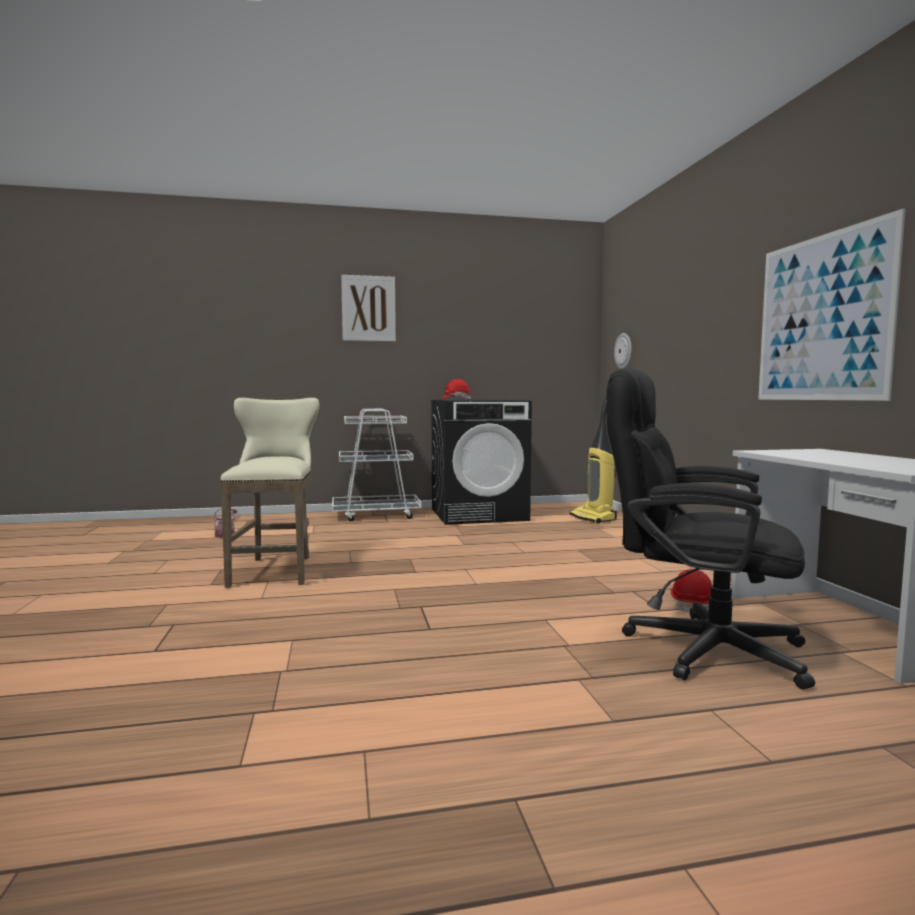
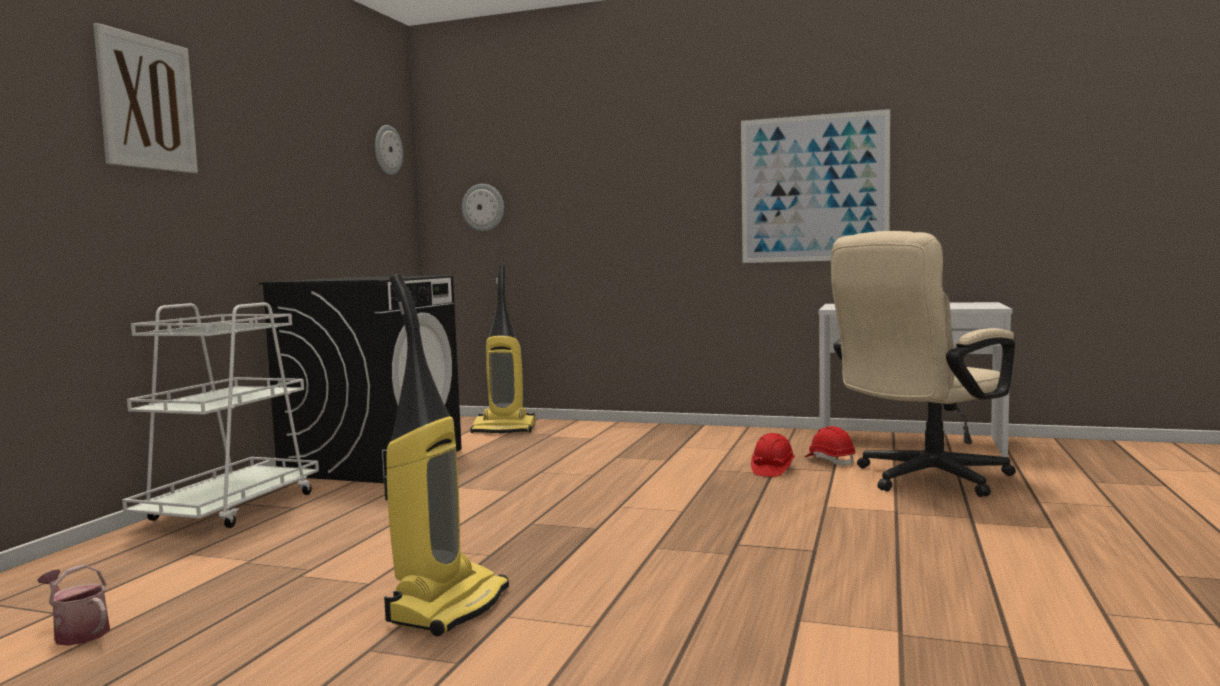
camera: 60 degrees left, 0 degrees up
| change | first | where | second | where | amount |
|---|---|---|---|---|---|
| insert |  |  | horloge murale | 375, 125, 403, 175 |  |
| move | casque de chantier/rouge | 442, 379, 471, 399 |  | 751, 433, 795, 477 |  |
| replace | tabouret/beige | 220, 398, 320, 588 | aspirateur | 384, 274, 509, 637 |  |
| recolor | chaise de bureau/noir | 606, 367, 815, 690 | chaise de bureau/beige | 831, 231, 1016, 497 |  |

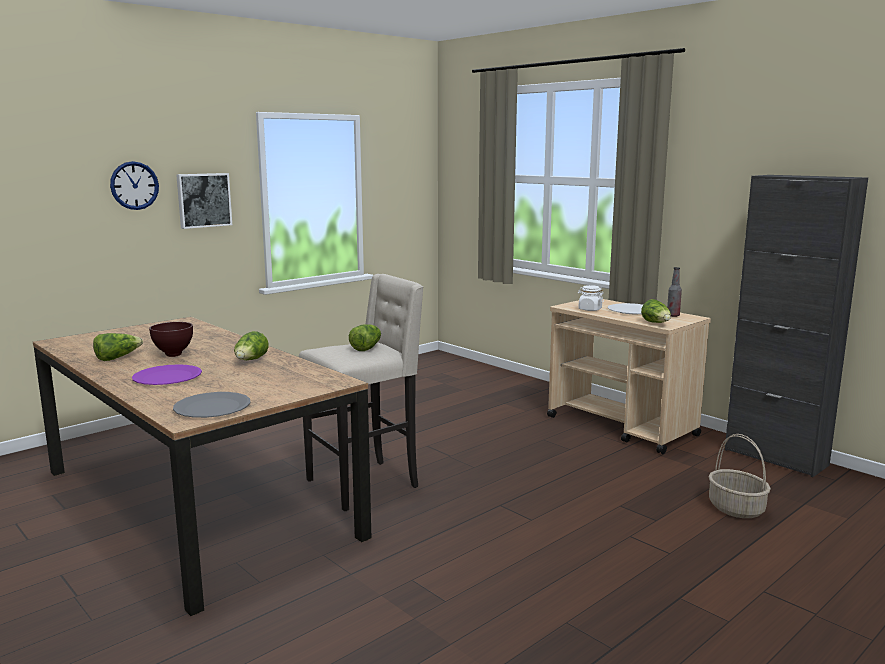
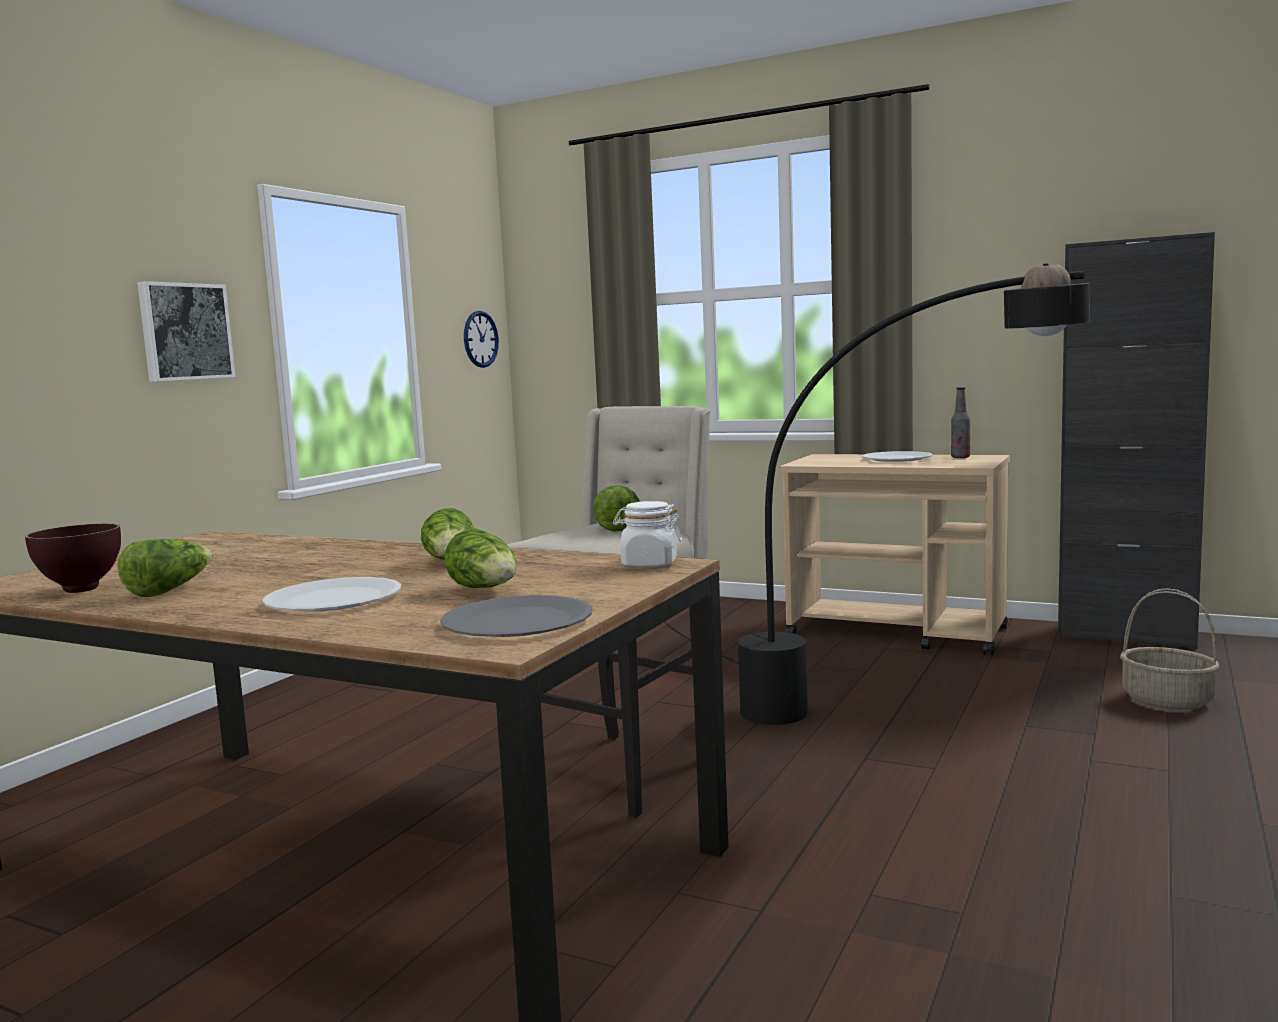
camera: 20 degrees left, 5 degrees down
| change | first | where | second | where | amount |
|---|---|---|---|---|---|
| insert |  |  | lampadaire/noir | 664, 263, 1090, 725 |  |
| move | horloge murale | 110, 161, 159, 210 |  | 464, 311, 499, 368 |  |
| move | bol/marron | 149, 322, 193, 357 |  | 25, 523, 121, 593 |  |
| move | bocal/blanc | 578, 285, 604, 311 |  | 613, 501, 682, 568 |  |
| move | laitue | 641, 299, 671, 323 |  | 445, 529, 517, 588 |  |
| recolor | assiette/violet | 132, 364, 202, 385 | assiette/blanc | 262, 577, 401, 612 |  |

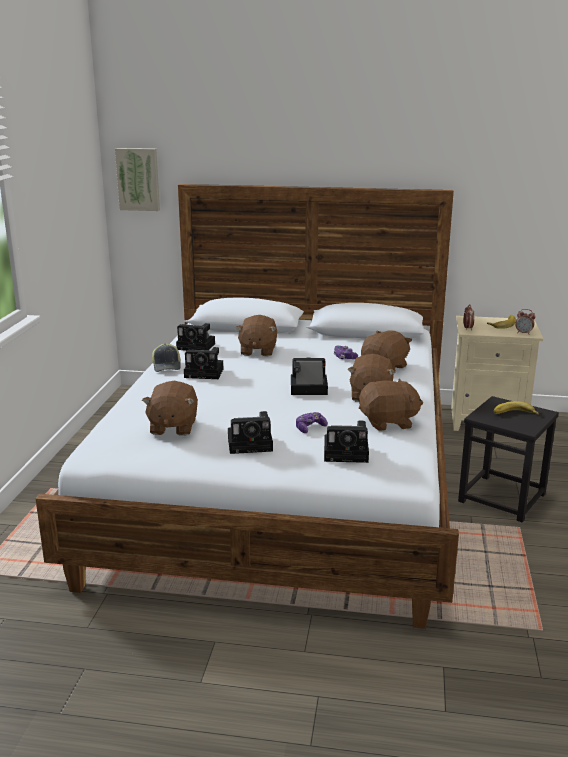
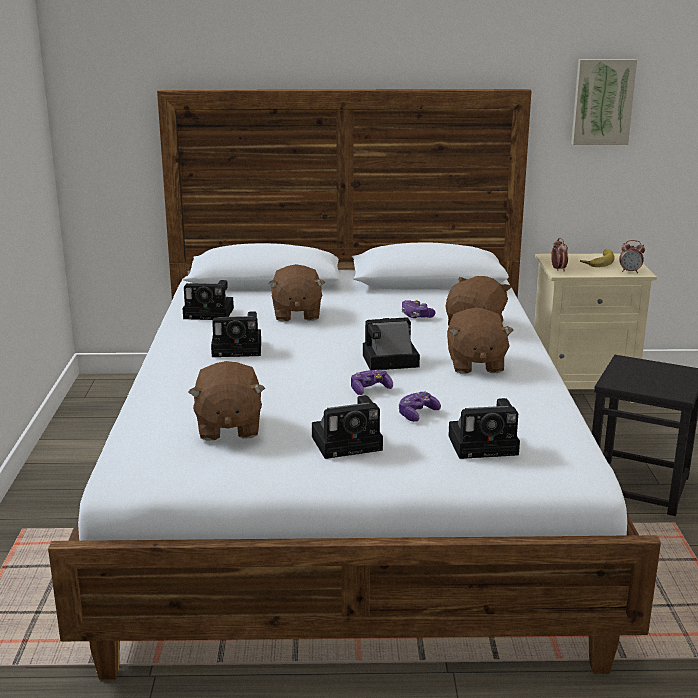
camera: 10 degrees left, 0 degrees up
| change | first | where | second | where | amount |
|---|---|---|---|---|---|
| delete | casquette | 152, 343, 181, 372 |  |  |  |
| delete | peluche/marron | 359, 379, 423, 431 |  |  |  |
| delete | banane | 493, 401, 539, 414 |  |  |  |
| insert |  |  | manette | 351, 370, 393, 395 |  |
| move | tableau | 115, 148, 160, 211 |  | 571, 59, 637, 145 |  |

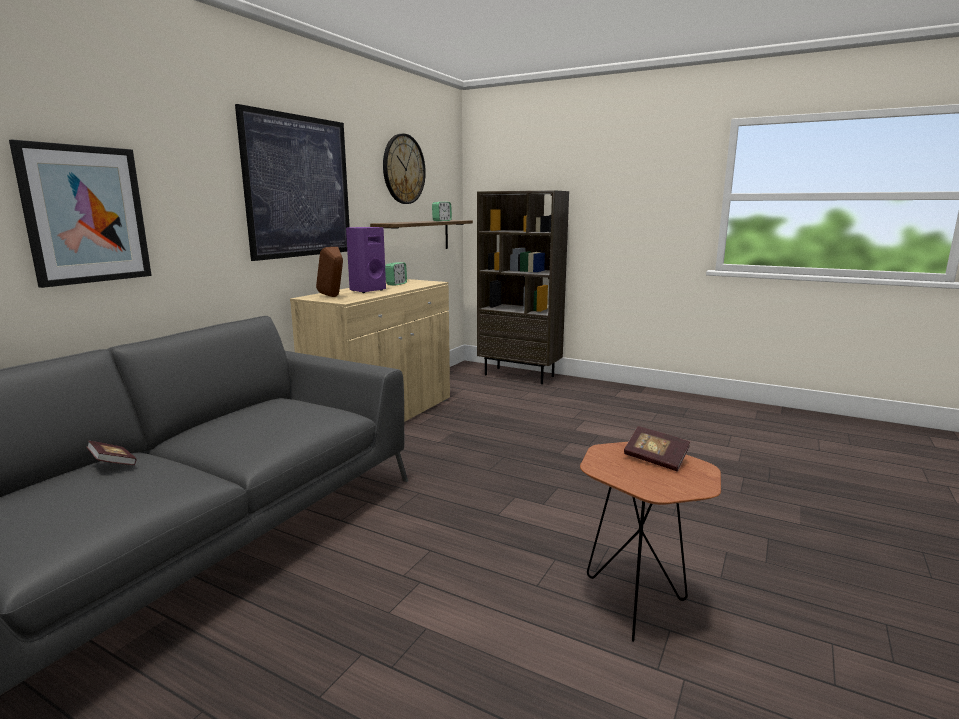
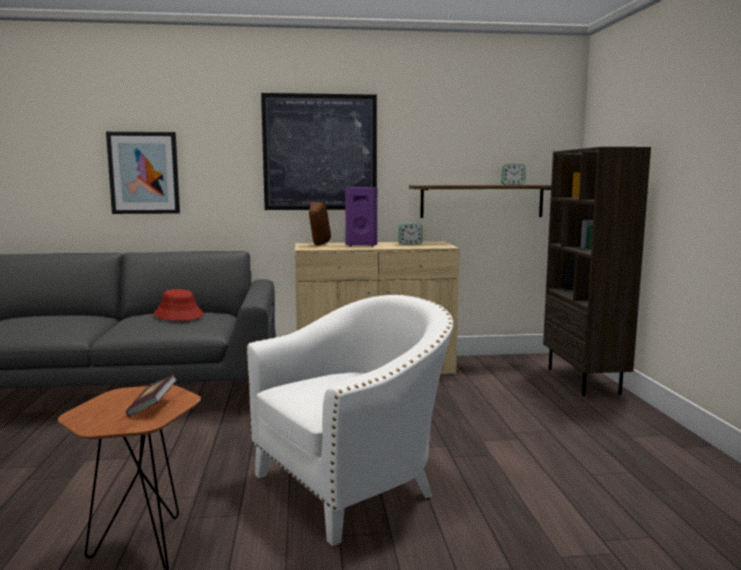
camera: 55 degrees right, 5 degrees down
| change | first | where | second | where | amount |
|---|---|---|---|---|---|
| delete | livre | 86, 441, 137, 465 |  |  |  |
| delete | horloge murale | 383, 134, 426, 204 |  |  |  |
| insert |  |  | chapeau/rouge | 154, 289, 204, 321 |  |
| insert |  |  | fauteuil/blanc | 246, 294, 453, 546 |  |

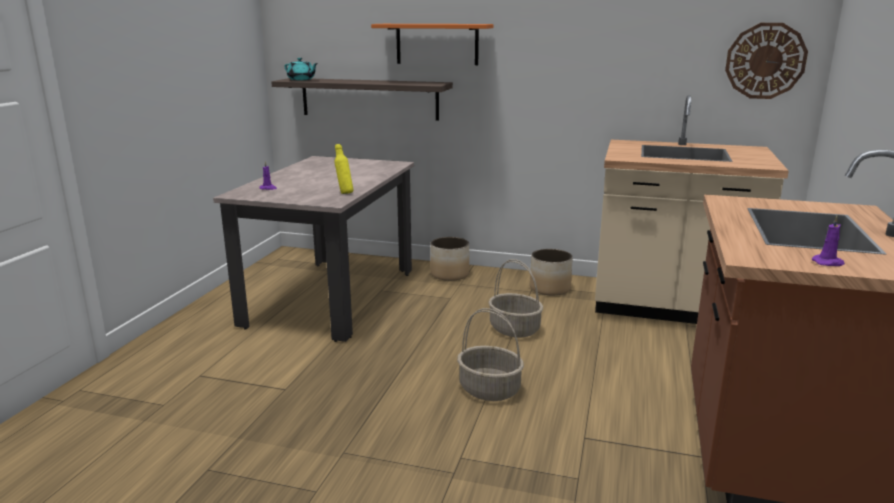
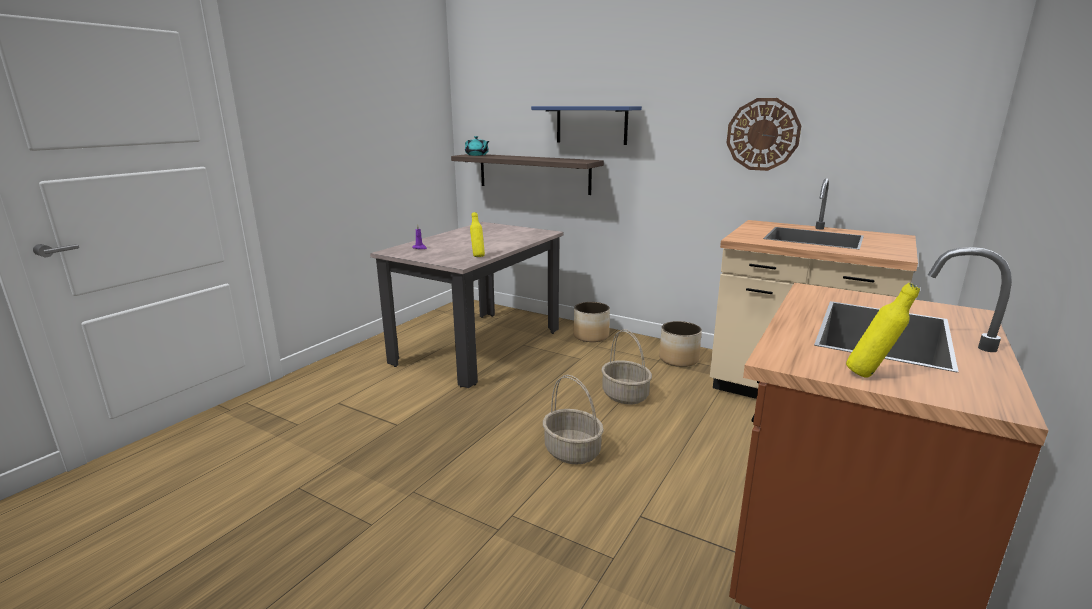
camera: 15 degrees right, 0 degrees up
| change | first | where | second | where | amount |
|---|---|---|---|---|---|
| move | horloge murale | 725, 23, 808, 99 |  | 727, 98, 801, 171 |  |
| replace | bougie/violet | 812, 215, 845, 266 | bouteille/jaune | 846, 283, 920, 378 |  |
| recolor | étagère/orange | 371, 24, 493, 65 | étagère/bleu | 531, 106, 642, 145 |  |

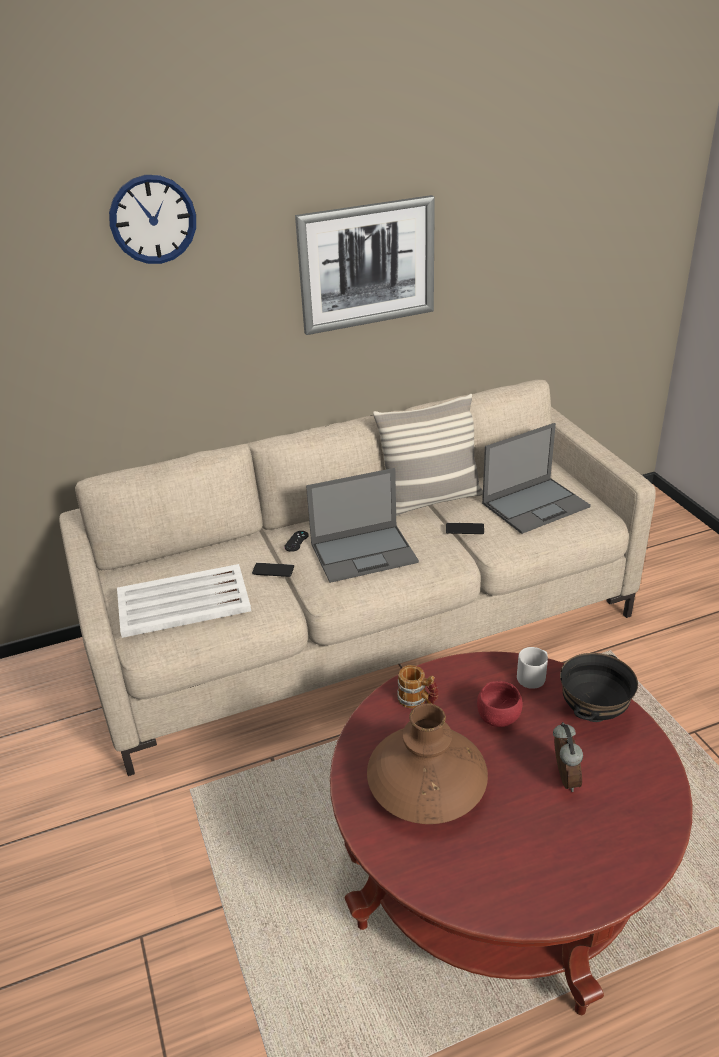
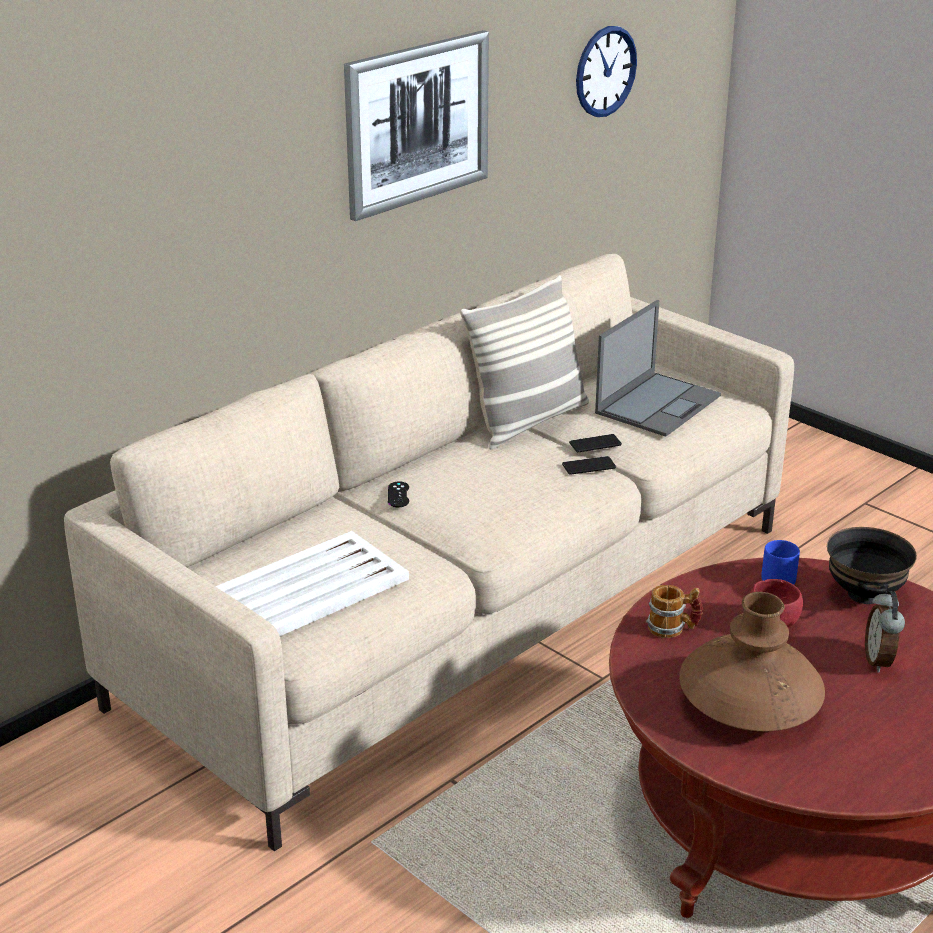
camera: 25 degrees left, 5 degrees down
| change | first | where | second | where | amount |
|---|---|---|---|---|---|
| delete | ordinateur portable | 306, 468, 419, 583 |  |  |  |
| move | horloge murale | 109, 175, 196, 264 |  | 576, 26, 637, 117 |  |
| move | téléphone | 252, 563, 294, 577 |  | 562, 456, 616, 475 |  |
| recolor | mug/gris | 517, 647, 548, 689 | mug/bleu | 761, 540, 800, 585 |  |
| rotate | réveil | 553, 722, 583, 792 |  | 865, 591, 905, 673 | 150 degrees counterclockwise |

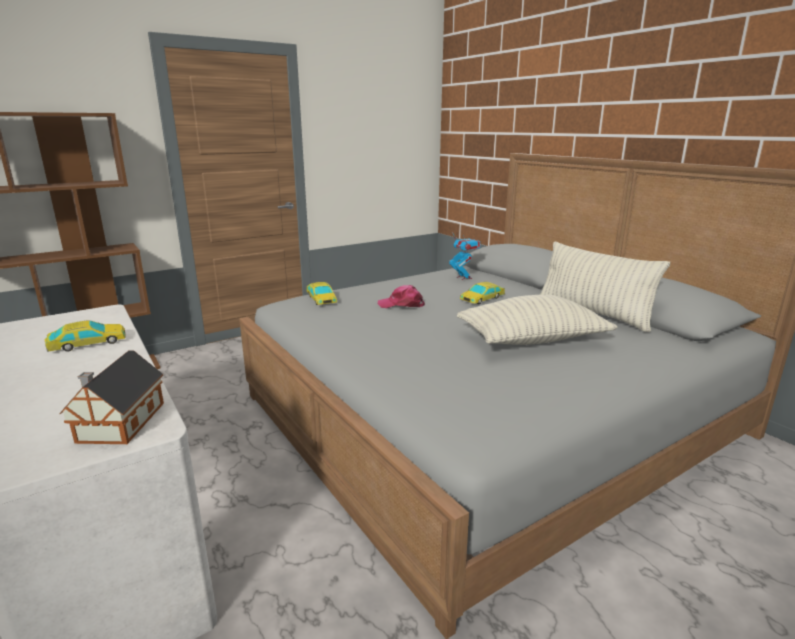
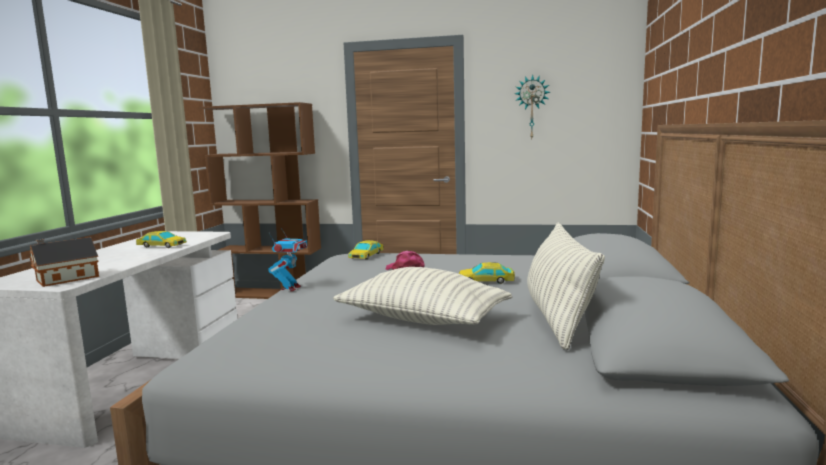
camera: 45 degrees right, 10 degrees down
| change | first | where | second | where | amount |
|---|---|---|---|---|---|
| insert |  |  | horloge murale | 515, 75, 550, 139 |  |
| move | robot jouet | 449, 232, 480, 280 |  | 268, 228, 308, 291 |  |

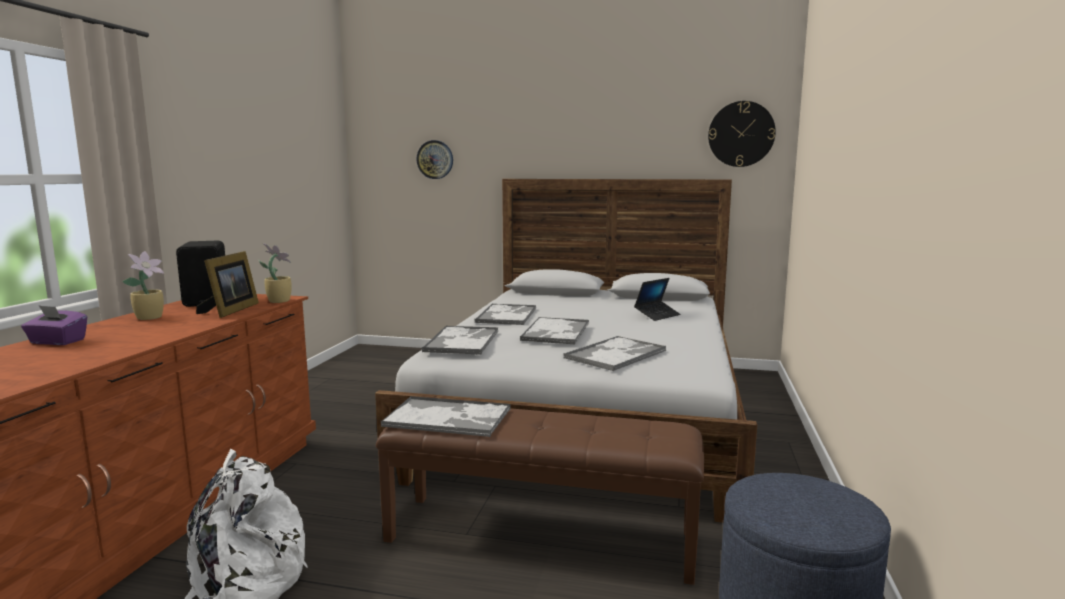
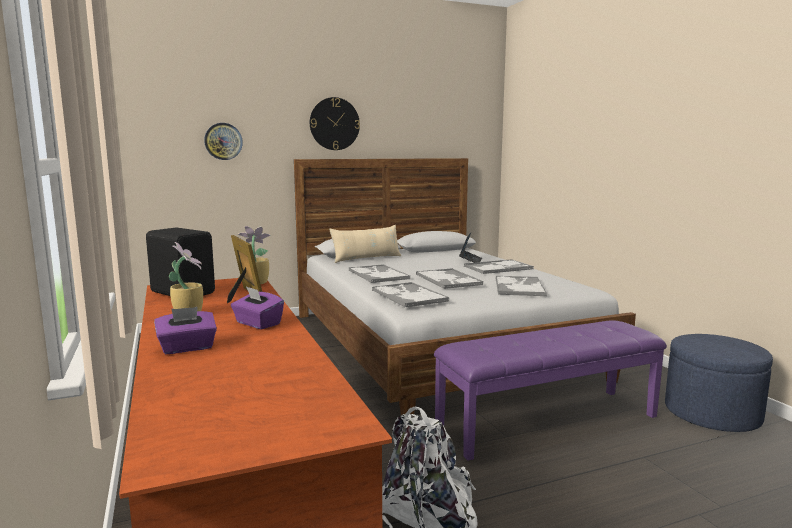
camera: 35 degrees left, 0 degrees up
| change | first | where | second | where | amount |
|---|---|---|---|---|---|
| insert |  |  | boîte à mouchoirs/violet | 231, 286, 284, 329 |  |
| insert |  |  | coussin/beige | 329, 225, 401, 263 |  |
| move | plateau | 381, 396, 511, 437 |  | 464, 259, 534, 274 |  |
| move | horloge murale | 708, 101, 776, 167 |  | 310, 97, 360, 150 |  |
| recolor | banc/marron | 376, 408, 704, 585 | banc/violet | 434, 320, 667, 461 |  |

